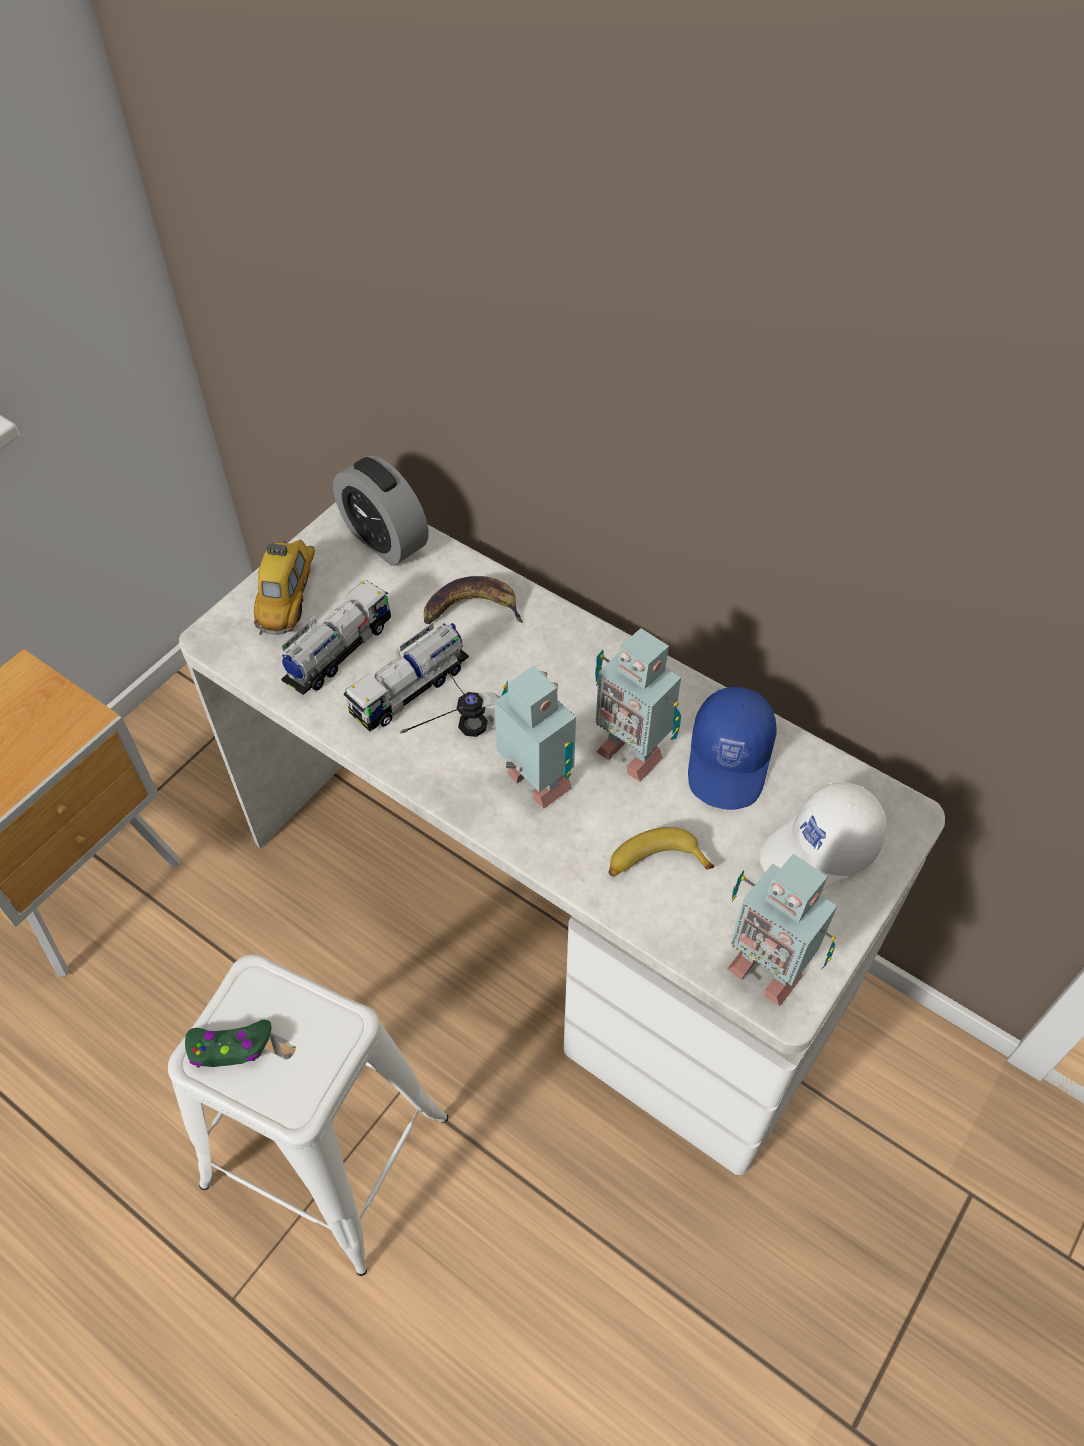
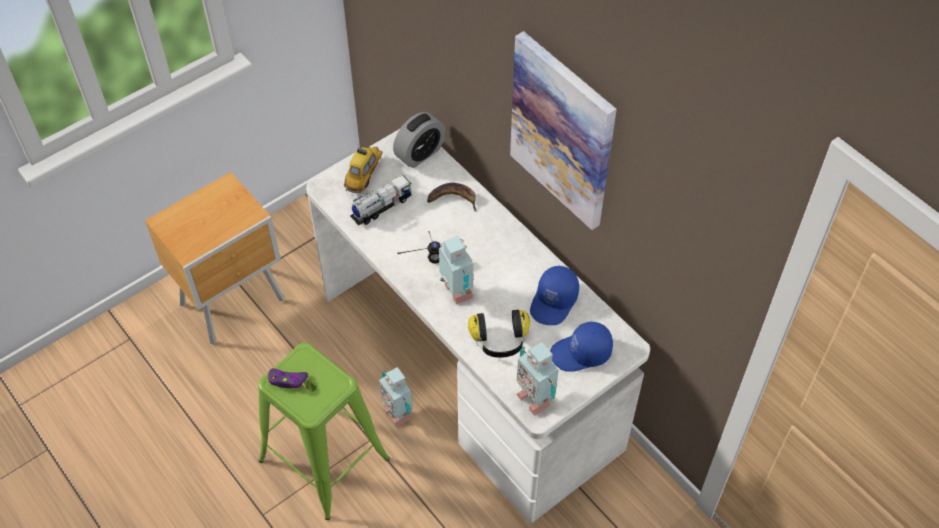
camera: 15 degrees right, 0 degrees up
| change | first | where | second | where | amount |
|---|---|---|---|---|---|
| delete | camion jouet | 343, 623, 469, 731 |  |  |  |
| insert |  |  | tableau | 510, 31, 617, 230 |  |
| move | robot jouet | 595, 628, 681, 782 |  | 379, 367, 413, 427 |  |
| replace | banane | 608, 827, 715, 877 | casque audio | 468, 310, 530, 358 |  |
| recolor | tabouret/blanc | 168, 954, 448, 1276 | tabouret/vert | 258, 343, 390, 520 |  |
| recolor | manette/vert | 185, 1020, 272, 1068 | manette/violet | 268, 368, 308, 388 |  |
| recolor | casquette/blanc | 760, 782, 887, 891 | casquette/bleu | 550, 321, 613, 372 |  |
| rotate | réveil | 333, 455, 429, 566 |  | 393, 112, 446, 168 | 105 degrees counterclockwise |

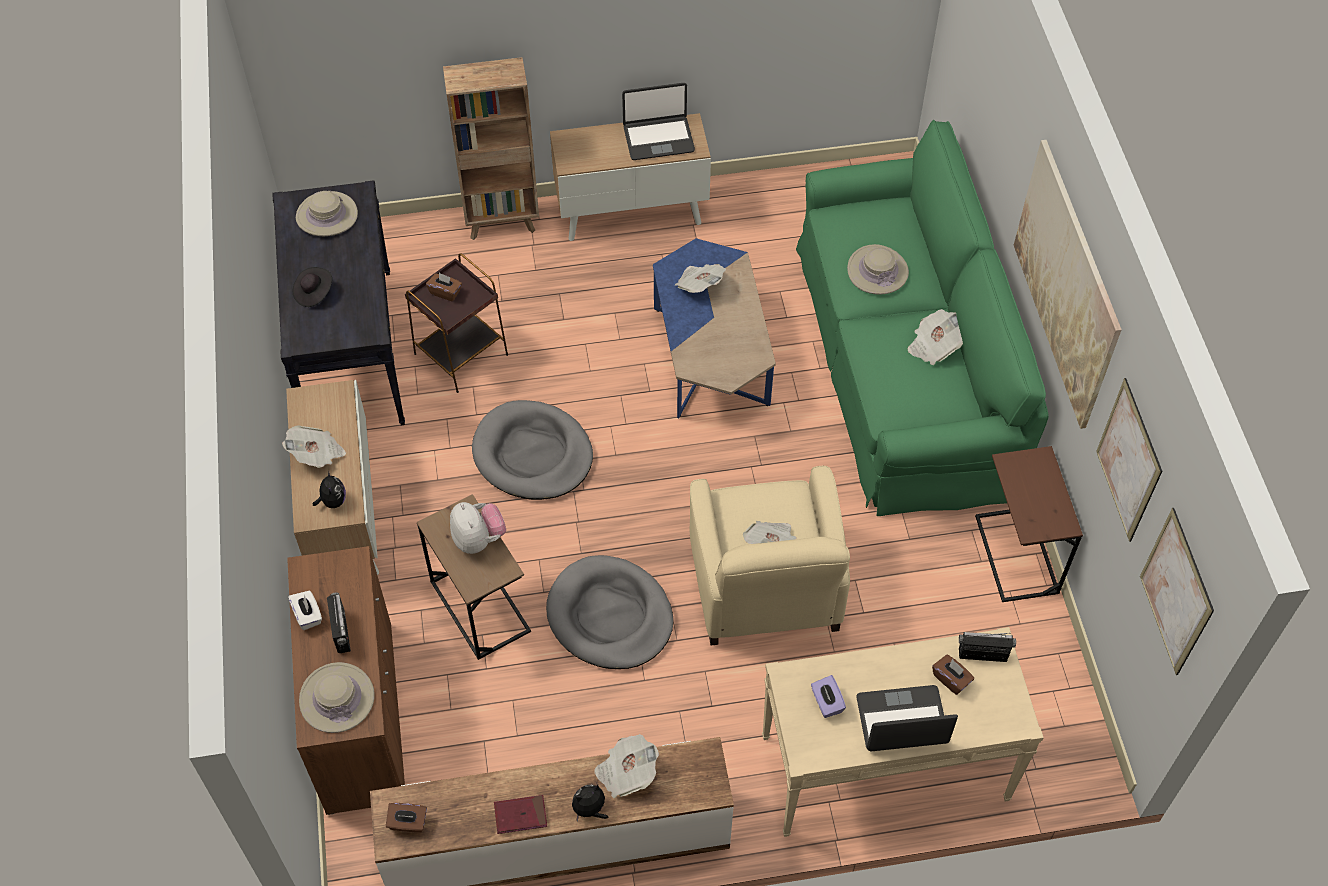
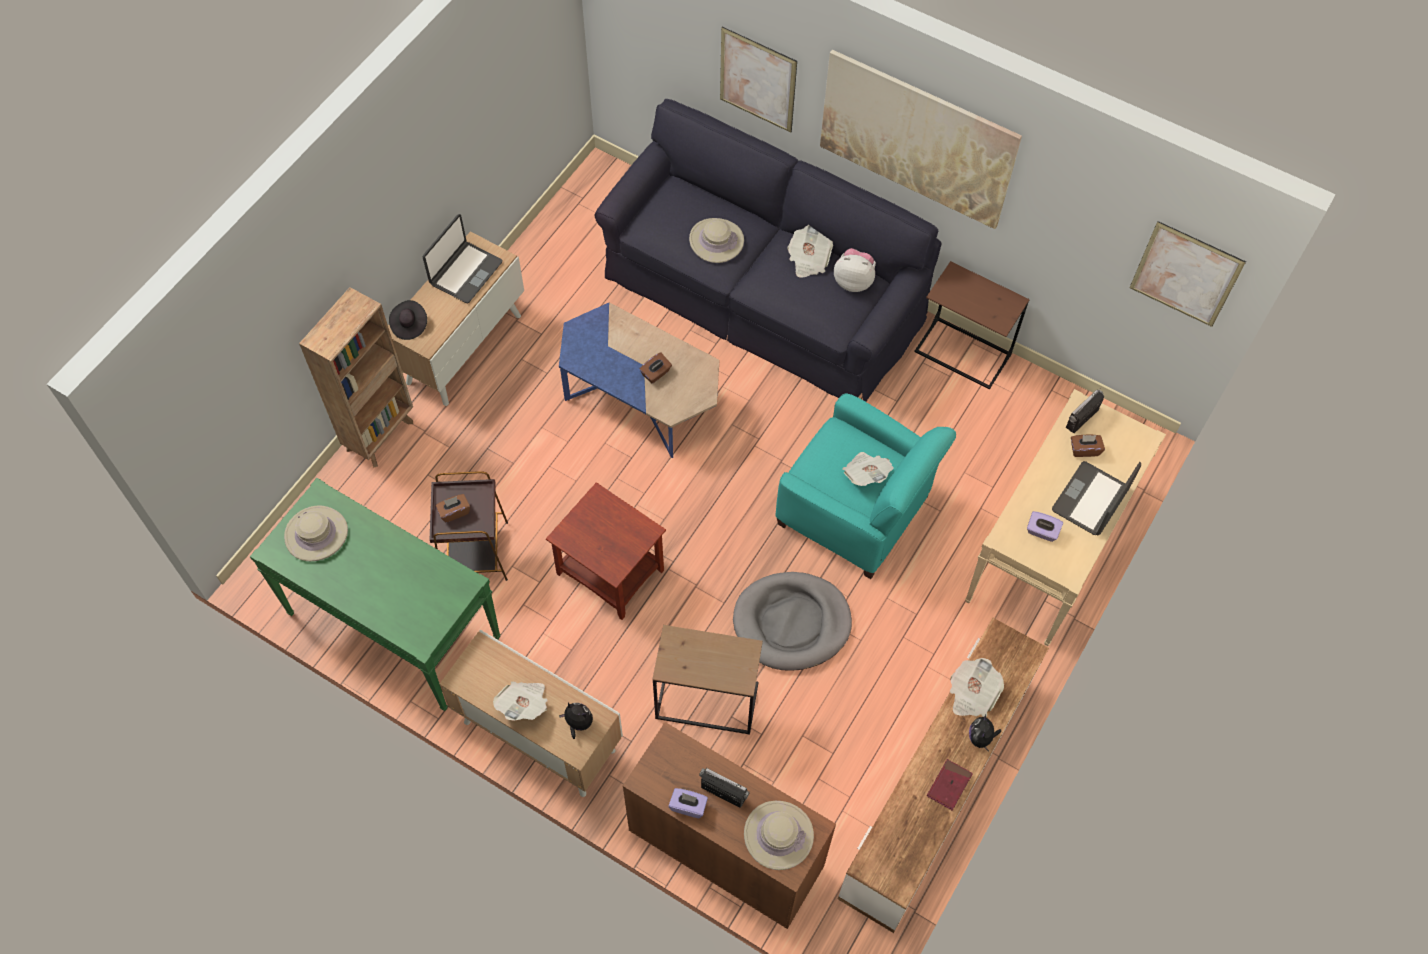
camera: 50 degrees left, 5 degrees up
| change | first | where | second | where | amount |
|---|---|---|---|---|---|
| delete | journal | 675, 264, 726, 293 |  |  |  |
| move | chapeau/noir | 293, 267, 332, 307 |  | 389, 300, 427, 340 |  |
| move | boîte à mouchoirs/marron | 386, 803, 427, 833 |  | 640, 352, 672, 384 |  |
| move | peluche | 450, 502, 506, 554 |  | 834, 248, 876, 292 |  |
| move | tableau | 1096, 378, 1162, 542 |  | 720, 27, 797, 132 |  |
| replace | panier pour chien/gris | 472, 400, 593, 500 | table d'appoint/marron | 546, 482, 666, 620 |  |
| recolor | table console/noir | 272, 180, 405, 425 | table console/vert | 250, 478, 501, 711 |  |
| recolor | boîte à mouchoirs/blanc | 288, 591, 322, 630 | boîte à mouchoirs/violet | 669, 788, 708, 818 |  |
| recolor | fauteuil/beige | 690, 466, 850, 646 | fauteuil/turquoise | 776, 394, 956, 579 |  |
| recolor | canapé/vert | 796, 120, 1049, 516 | canapé/noir | 595, 99, 942, 402 |  |

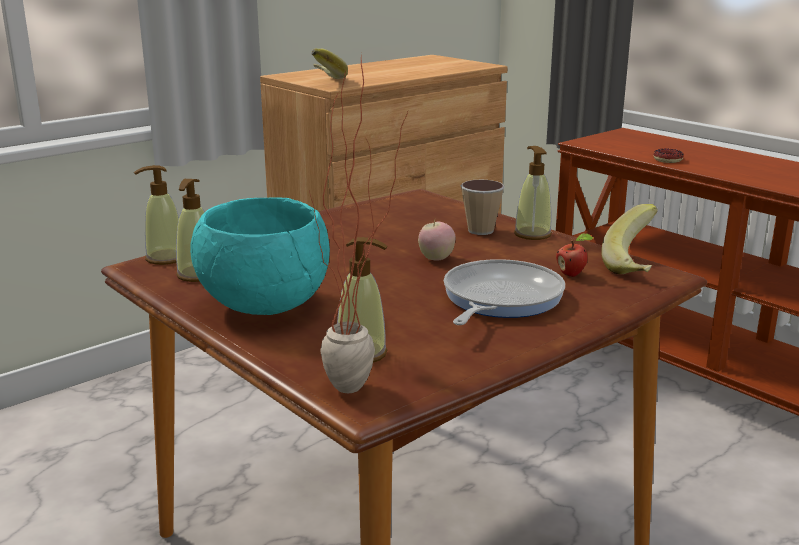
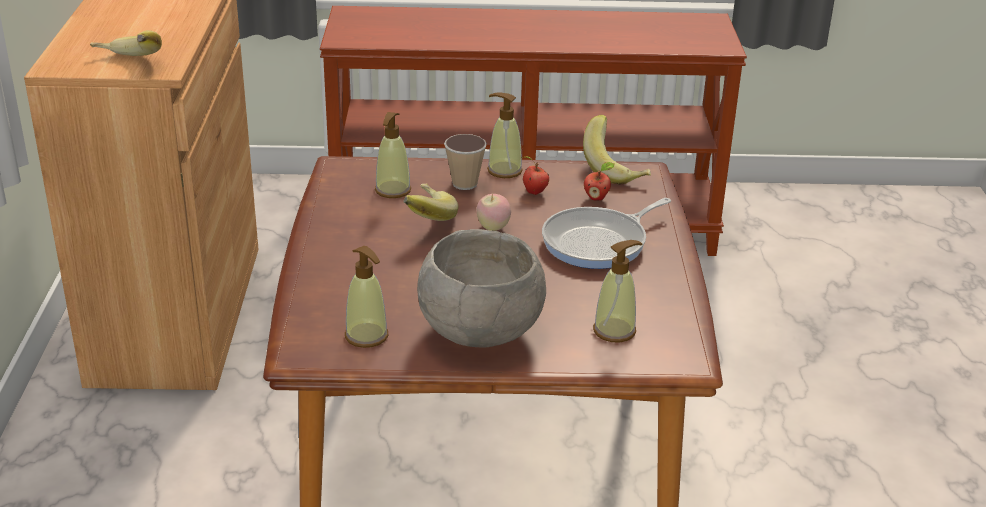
camera: 50 degrees left, 10 degrees up
| change | first | where | second | where | amount |
|---|---|---|---|---|---|
| delete | plante en pot | 309, 53, 408, 393 |  |  |  |
| delete | beignet | 653, 149, 684, 163 |  |  |  |
| insert |  |  | banane | 404, 183, 459, 221 |  |
| insert |  |  | pomme | 520, 156, 549, 195 |  |
| move | distributeur de savon | 134, 165, 179, 265 |  | 375, 112, 411, 198 |  |
| recolor | bol/turquoise | 190, 197, 330, 315 | bol/gris | 417, 229, 546, 347 |  |
| rotate | poêle | 444, 259, 565, 325 |  | 542, 198, 671, 269 | 105 degrees counterclockwise |

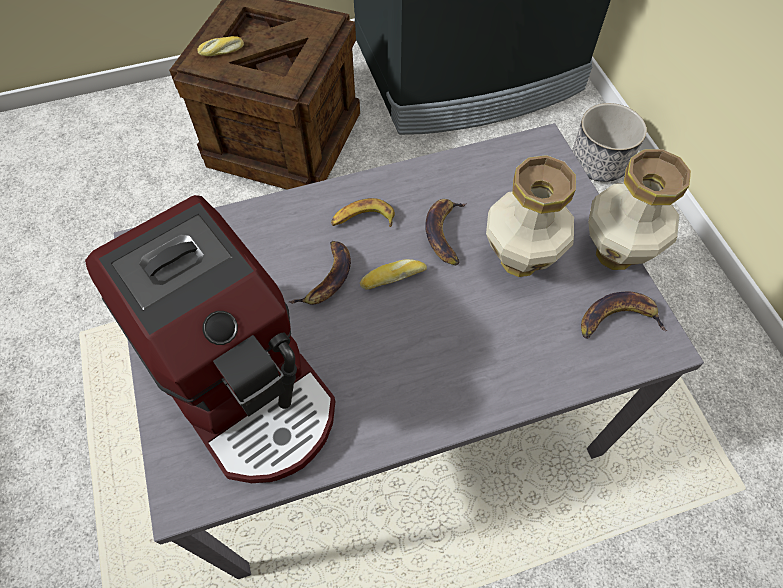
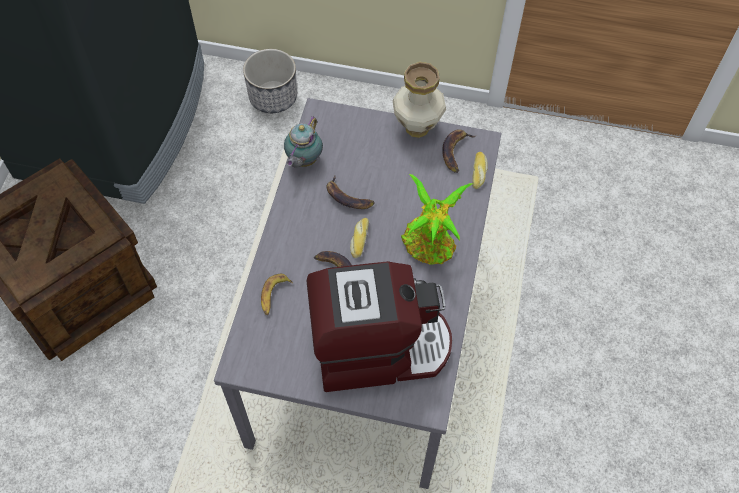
camera: 60 degrees left, 0 degrees up
| change | first | where | second | where | amount |
|---|---|---|---|---|---|
| delete | vase | 486, 155, 576, 277 |  |  |  |
| insert |  |  | théière | 284, 116, 323, 168 |  |
| insert |  |  | plante en pot | 401, 174, 474, 265 |  |
| move | pain | 197, 36, 244, 56 |  | 472, 152, 488, 189 |  |
| move | banane | 331, 198, 395, 227 |  | 261, 274, 293, 315 |  |

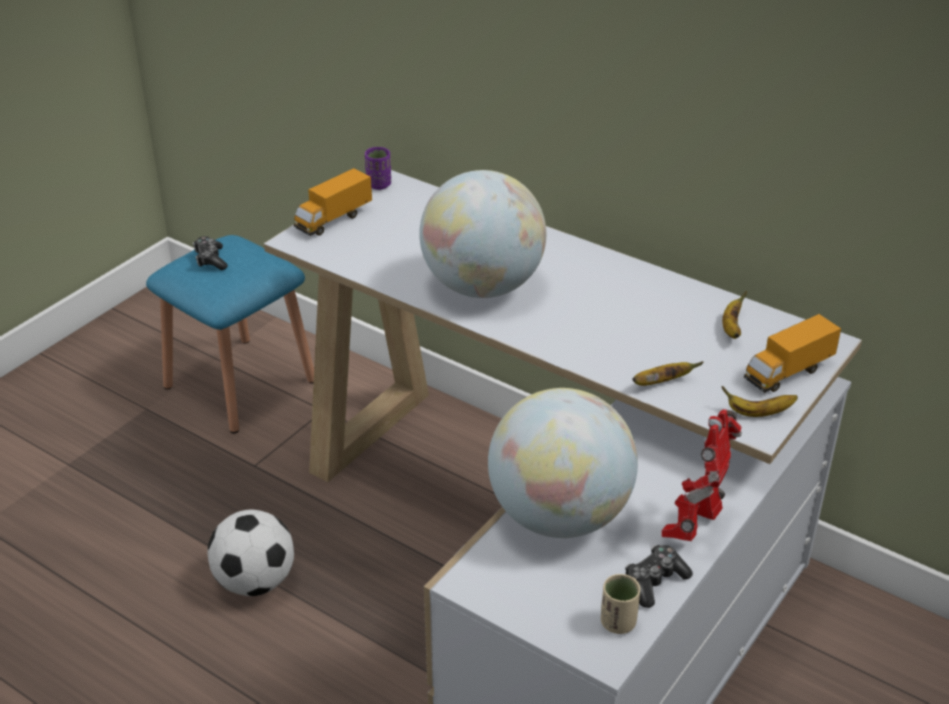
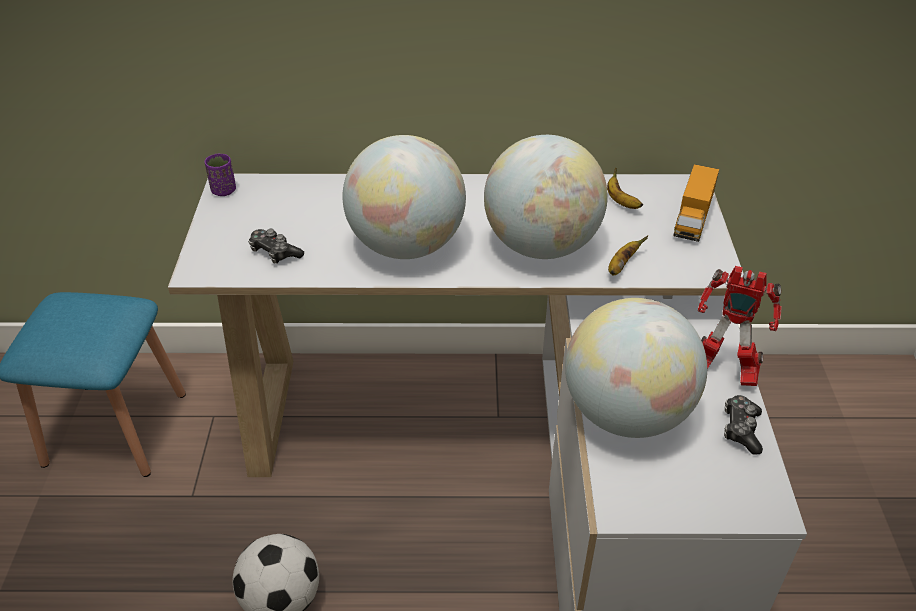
camera: 35 degrees left, 5 degrees up
| change | first | where | second | where | amount |
|---|---|---|---|---|---|
| delete | camion jouet | 294, 168, 372, 236 |  |  |  |
| delete | tasse/beige | 601, 574, 641, 634 |  |  |  |
| delete | banane | 721, 386, 798, 417 |  |  |  |
| insert |  |  | globe | 484, 135, 608, 259 |  |
| move | manette | 193, 236, 228, 270 |  | 248, 229, 304, 263 |  |
| rotate | robot jouet | 661, 409, 742, 541 |  | 698, 266, 782, 386 | 60 degrees counterclockwise |

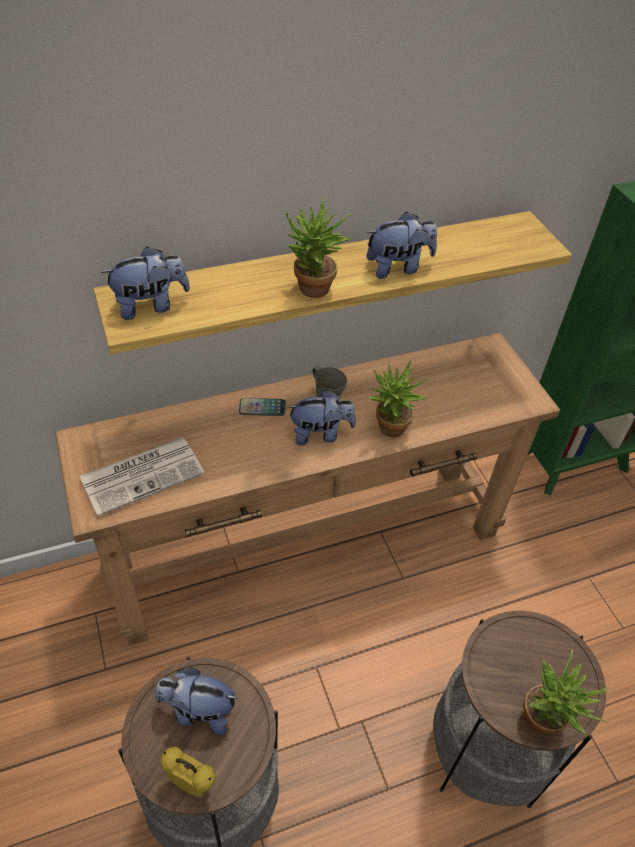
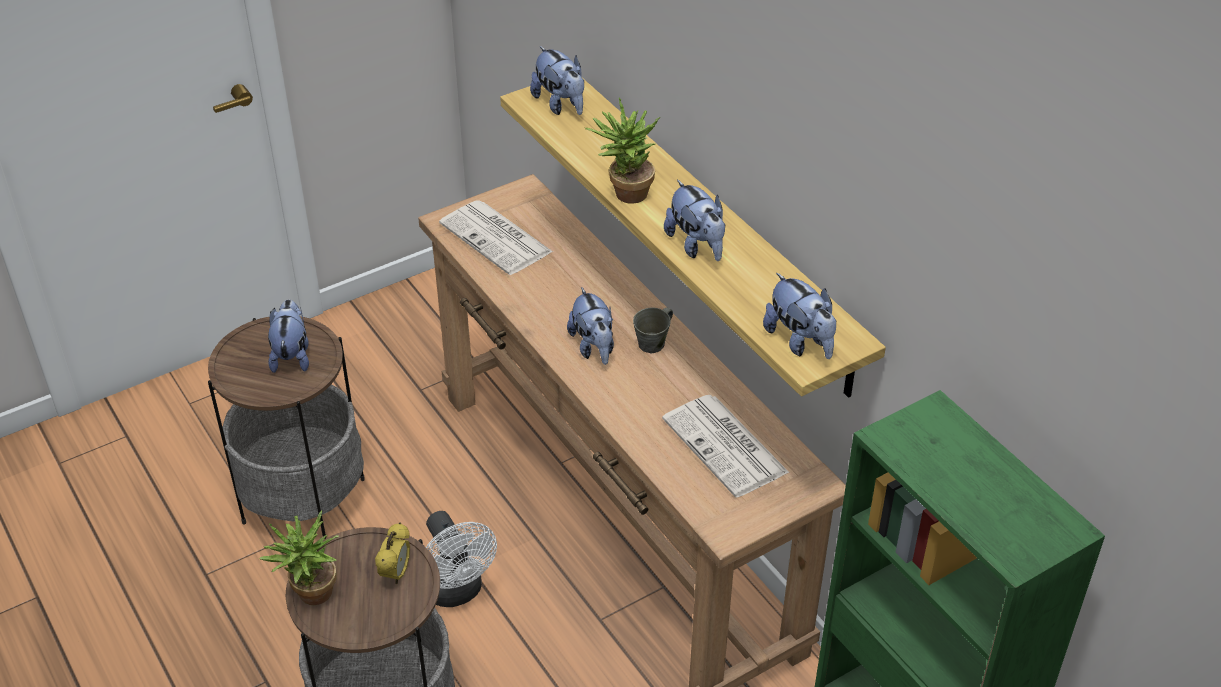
camera: 80 degrees right, 5 degrees down
| change | first | where | second | where | amount |
|---|---|---|---|---|---|
| delete | téléphone | 239, 398, 286, 416 |  |  |  |
| delete | plante en pot | 369, 360, 431, 437 |  |  |  |
| insert |  |  | ventilateur/blanc | 426, 511, 497, 607 |  |
| insert |  |  | journal | 662, 395, 790, 498 |  |
| insert |  |  | peluche | 763, 273, 836, 359 |  |
| move | réveil | 160, 747, 216, 797 |  | 375, 522, 410, 584 |  |

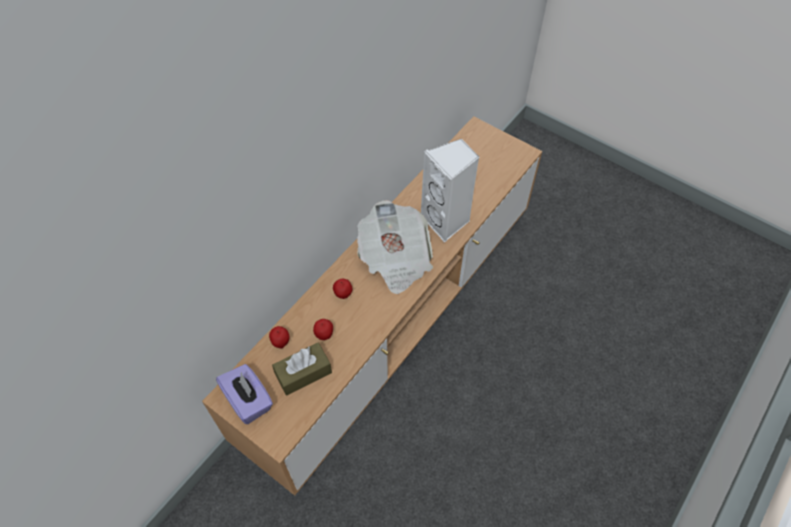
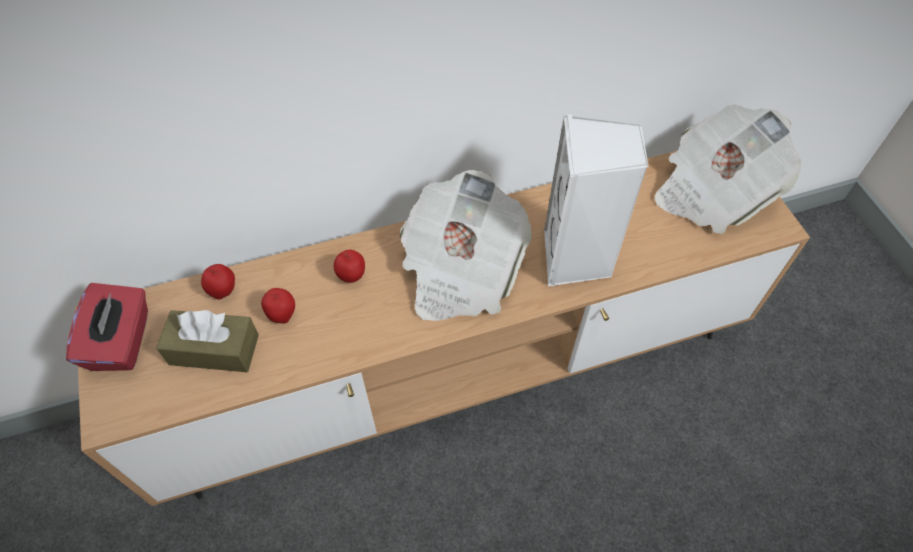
camera: 35 degrees right, 0 degrees up
| change | first | where | second | where | amount |
|---|---|---|---|---|---|
| insert |  |  | journal | 655, 104, 801, 234 |  |
| recolor | boîte à mouchoirs/violet | 216, 364, 273, 424 | boîte à mouchoirs/rouge | 66, 283, 148, 371 |  |

